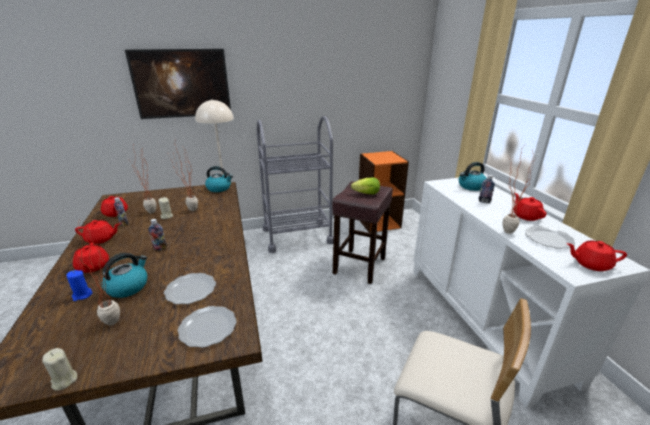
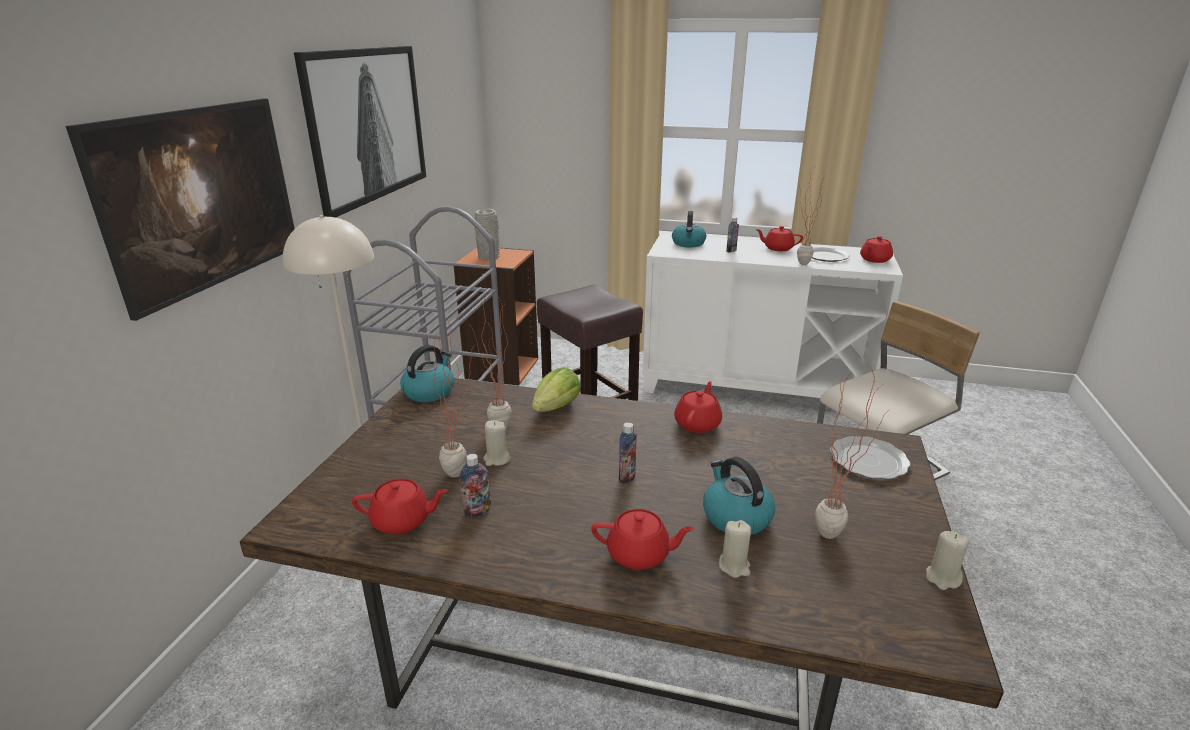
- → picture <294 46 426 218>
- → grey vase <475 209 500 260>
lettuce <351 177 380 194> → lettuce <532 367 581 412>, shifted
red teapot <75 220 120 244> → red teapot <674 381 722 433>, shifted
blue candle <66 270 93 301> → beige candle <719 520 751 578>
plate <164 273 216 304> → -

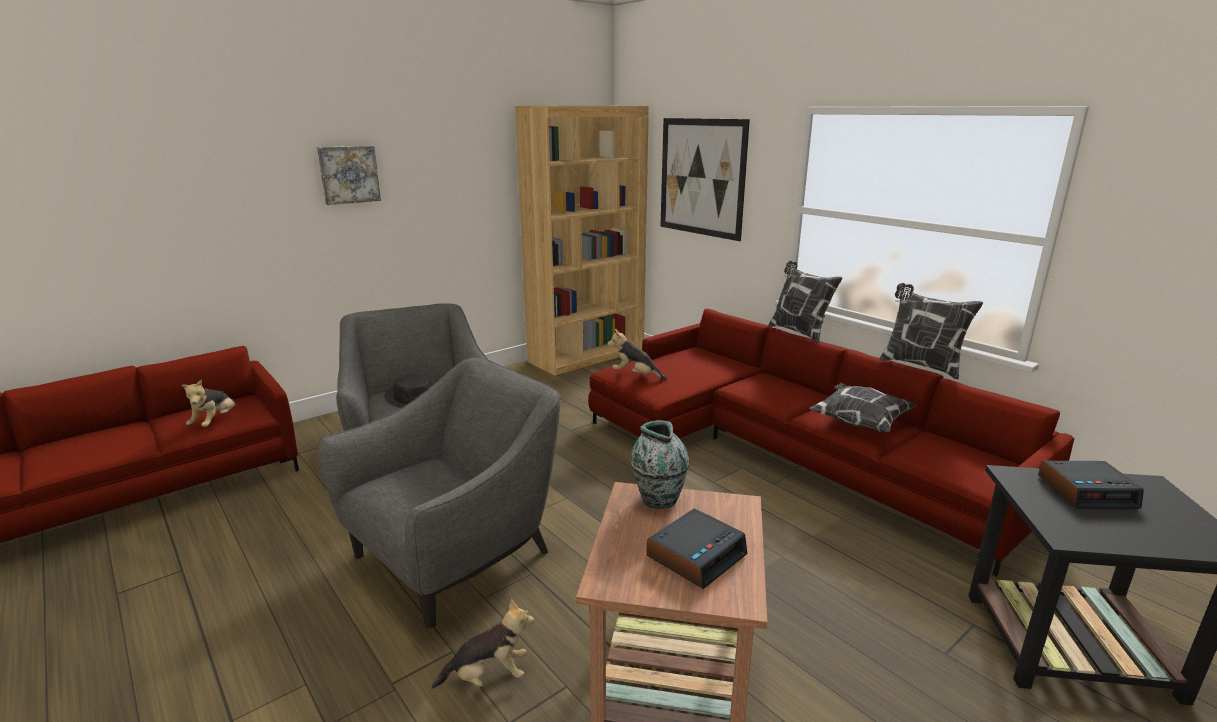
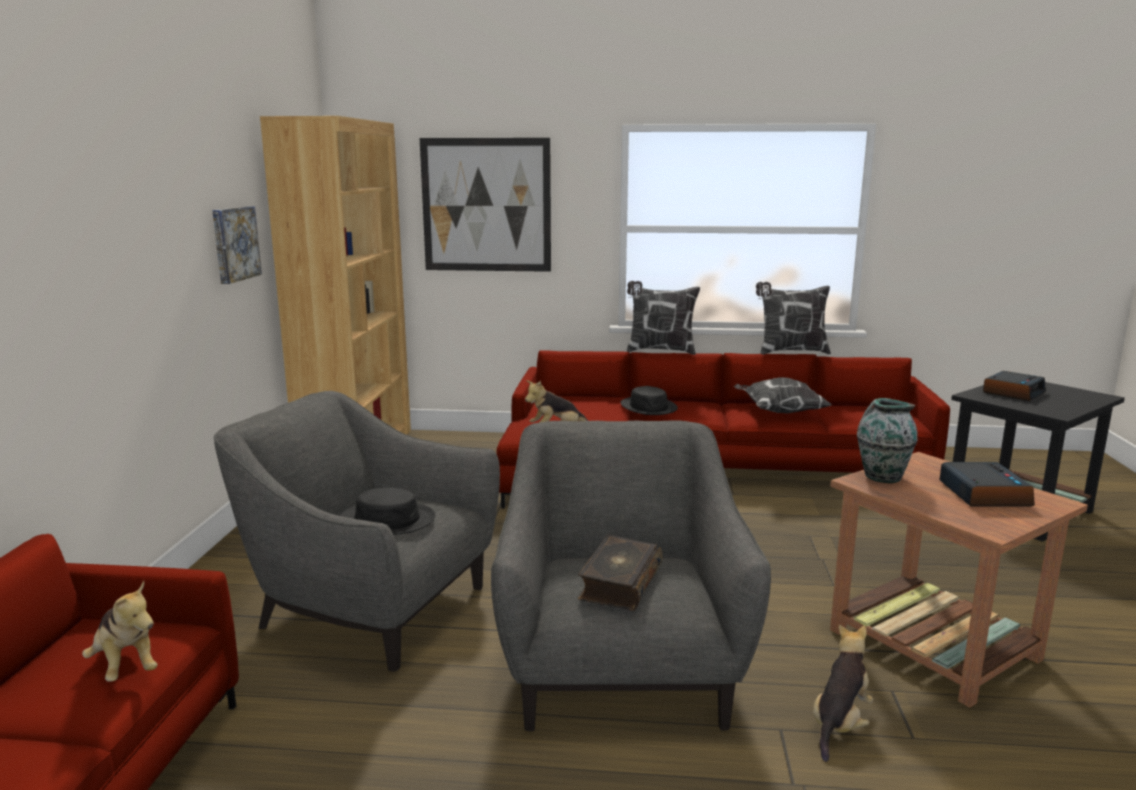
picture <317 146 381 205> → picture <212 206 262 284>, shifted
- → book <578 535 663 610>
- → black hat <620 386 678 415>

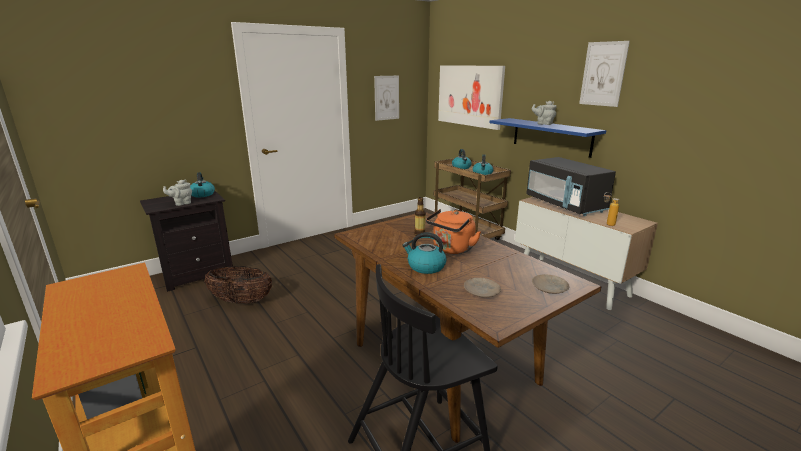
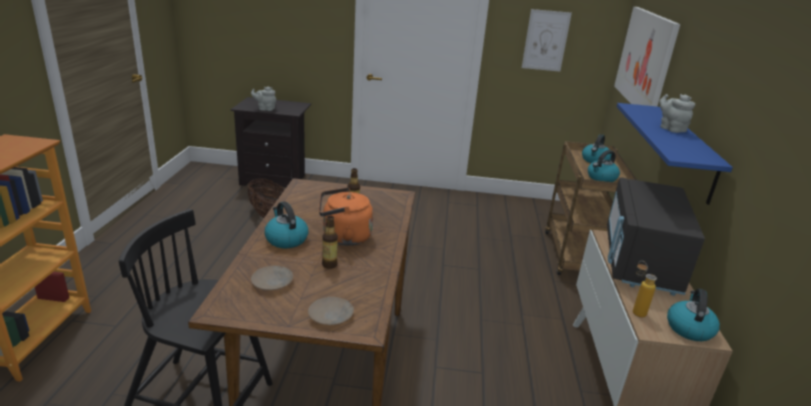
- → bottle <322 216 338 269>
kettle <190 172 215 198> → kettle <667 288 720 341>, shifted
picture <579 41 630 107> → -

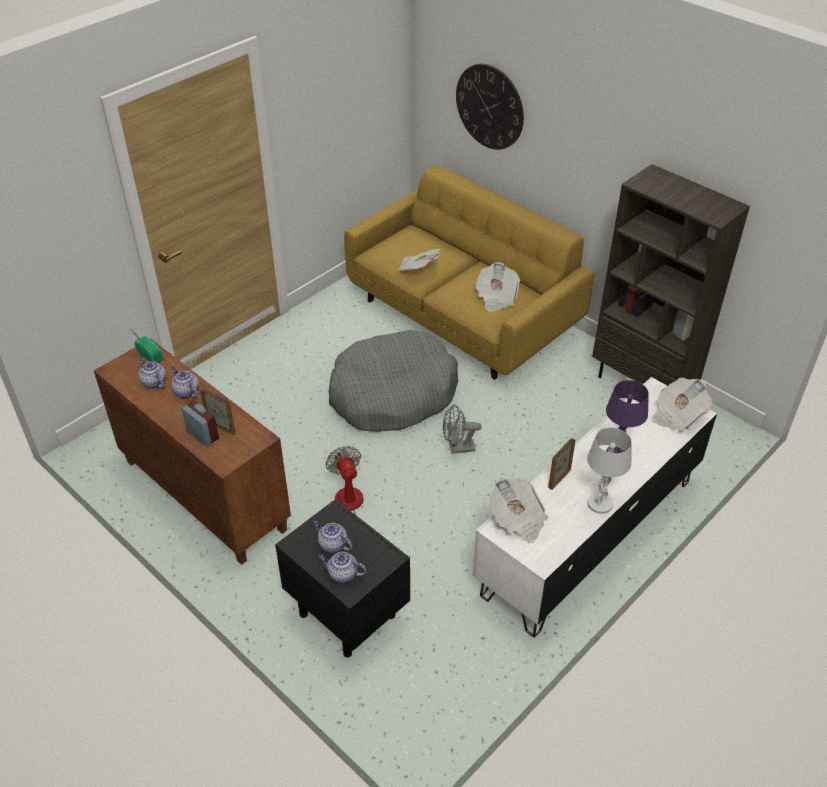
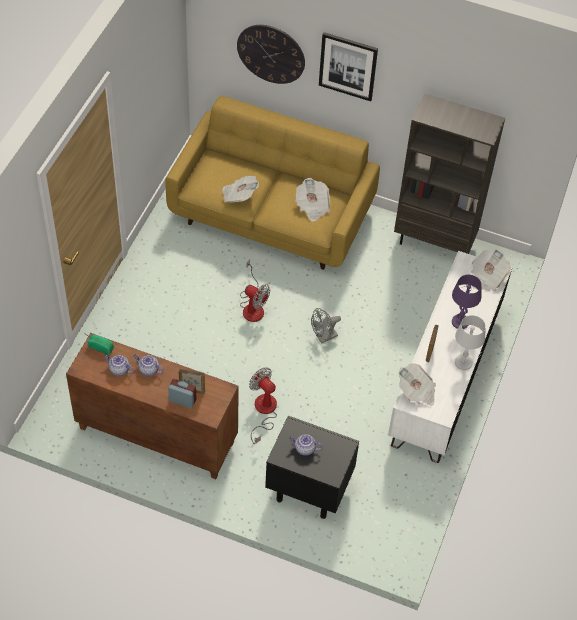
grey dog bed <329 330 458 432> → fan <240 259 270 322>
- → picture <319 32 378 101>
teapot <318 552 366 583> → -

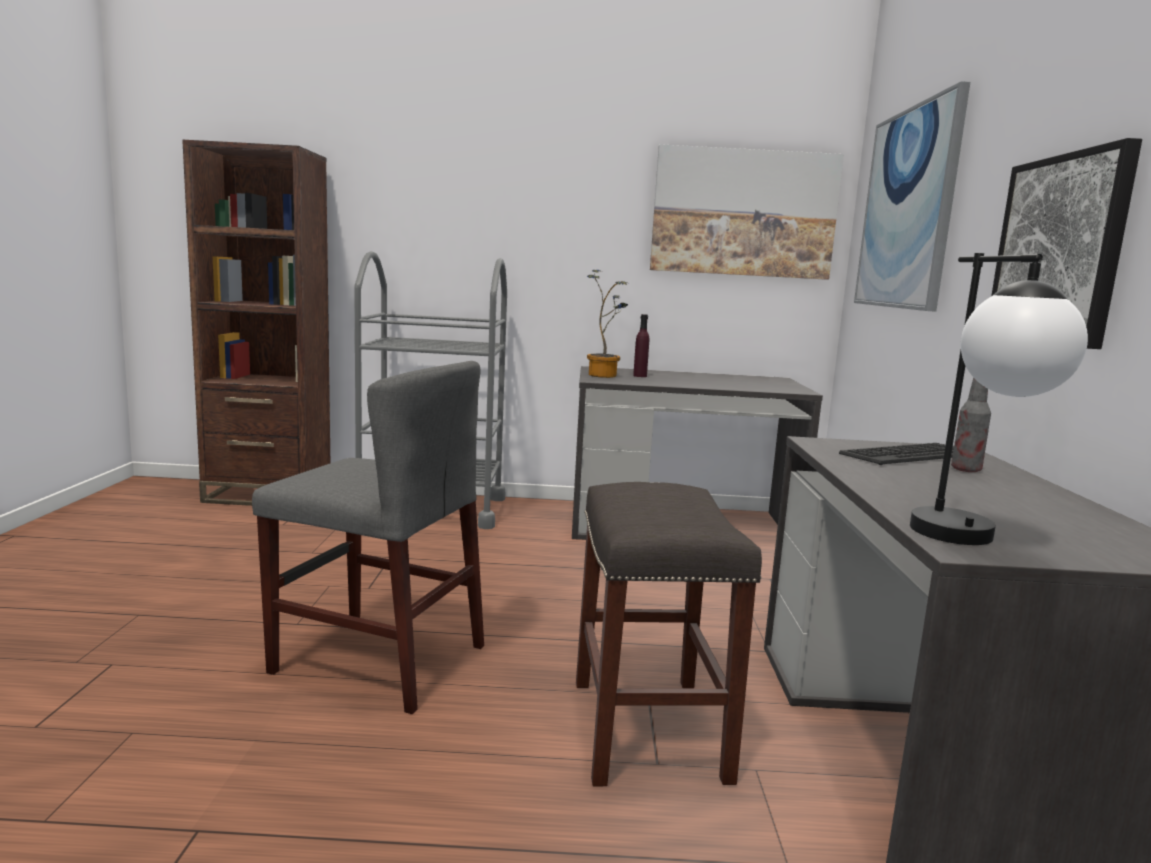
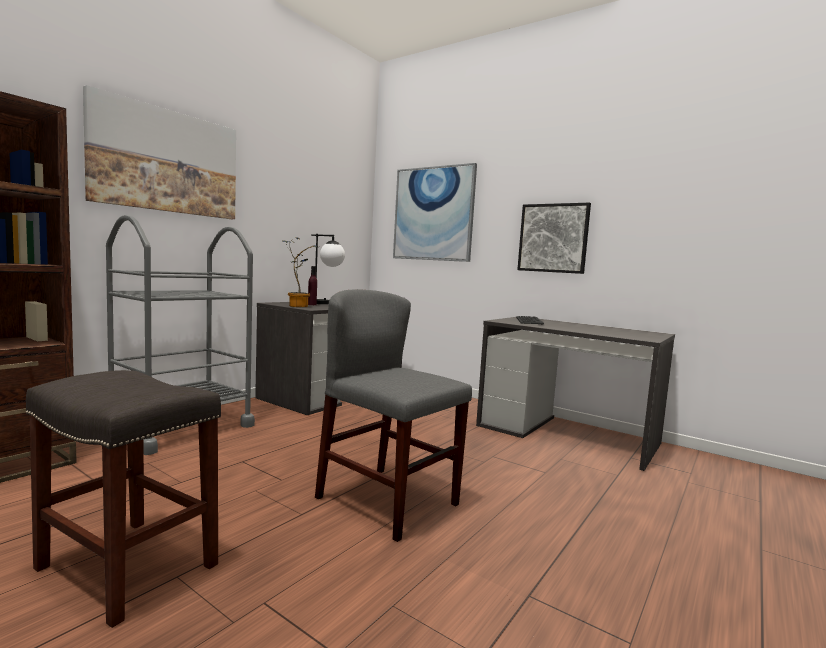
grey stool <576 482 762 786> → grey stool <26 370 221 628>, shifted
picture <650 144 844 280> → picture <83 85 236 219>, shifted
table lamp <910 253 1088 545> → table lamp <311 234 345 304>, shifted
grey chair <252 361 484 714> → grey chair <315 290 472 542>, 105 degrees counterclockwise
bottle <951 377 991 472> → -

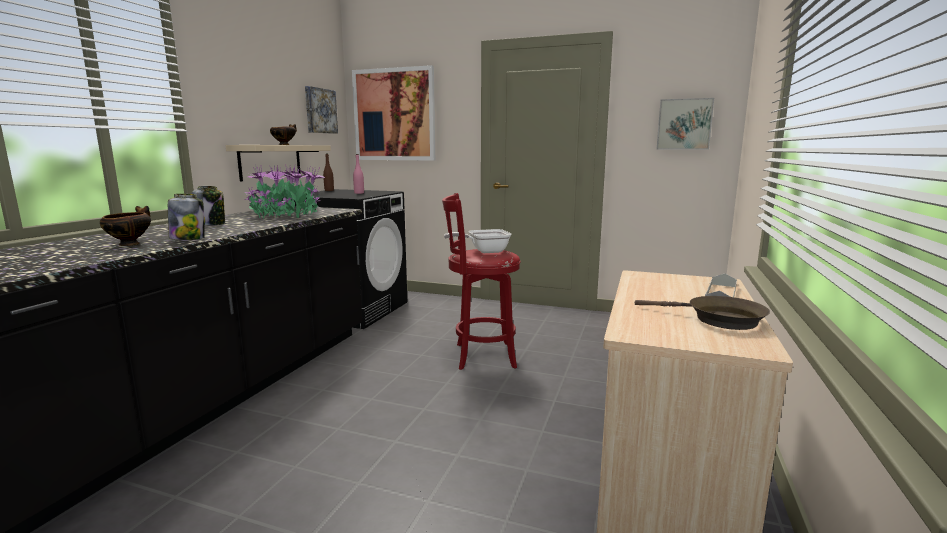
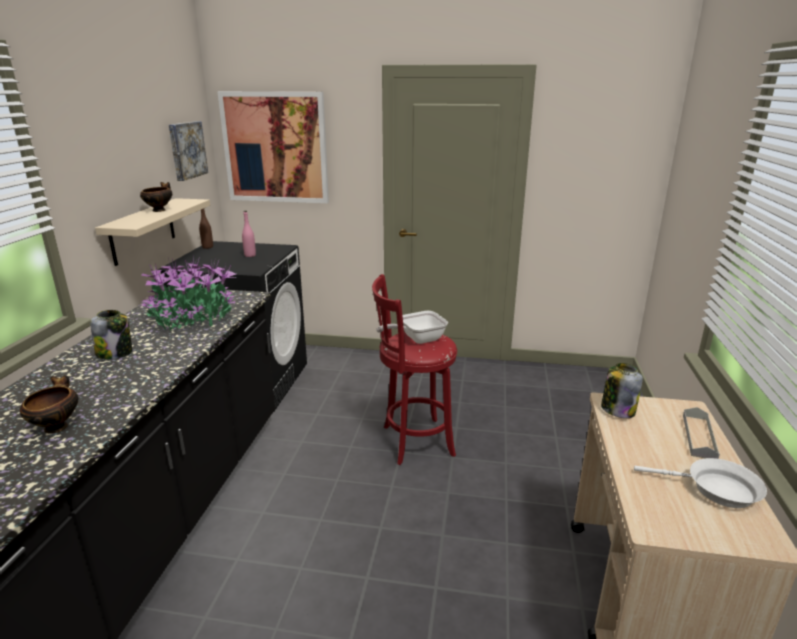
jar <168 194 205 240> → jar <601 363 643 418>, shifted
brown frying pan <635 296 770 330> → white frying pan <634 458 767 508>
picture <657 98 714 150> → -

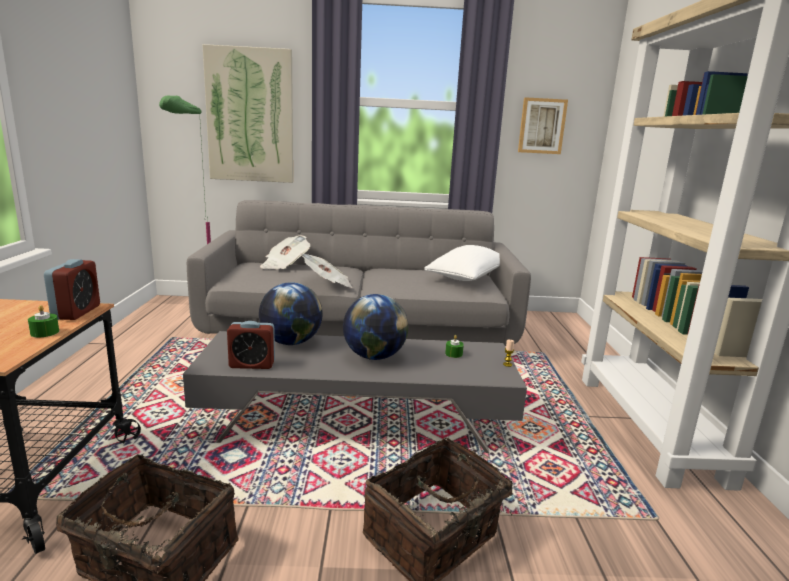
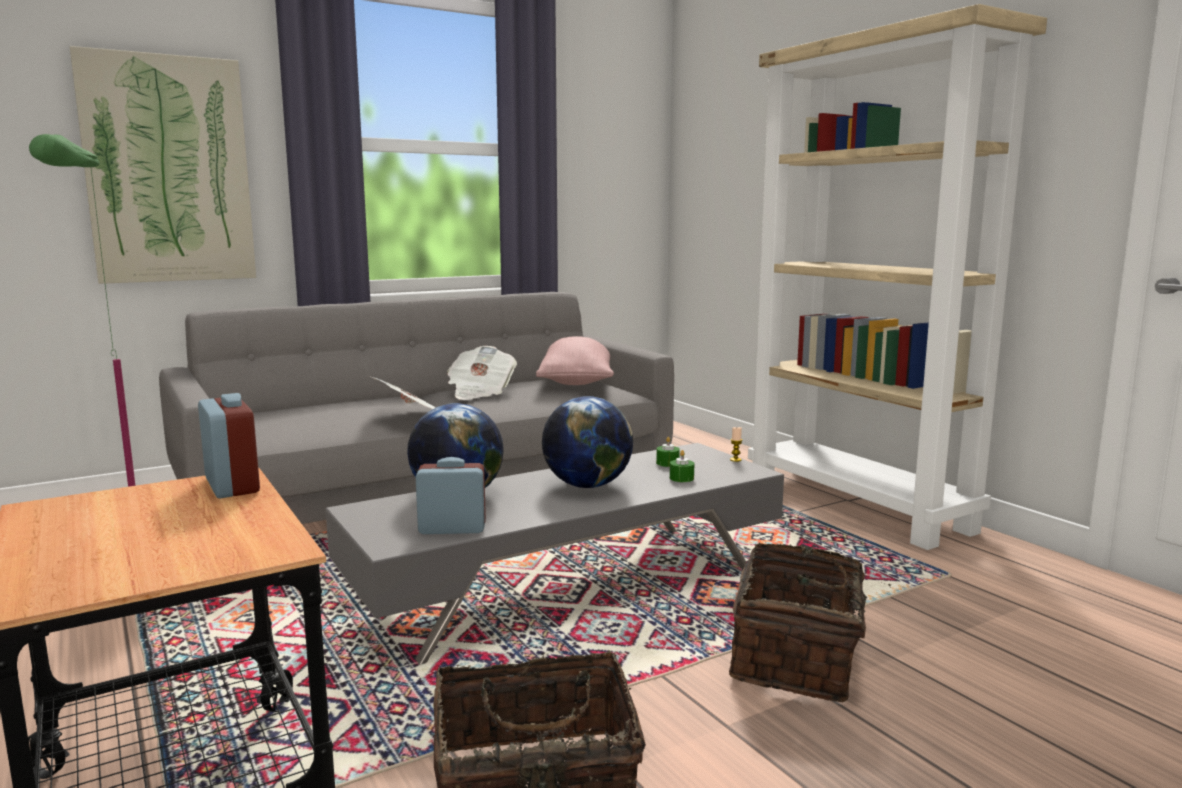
alarm clock <227 321 275 369> → alarm clock <415 457 486 534>, 150 degrees counterclockwise
newspaper <260 235 310 270> → newspaper <447 346 517 400>, shifted
white pillow <424 245 500 281> → pink pillow <536 336 614 385>
green candle <28 305 59 338> → green candle <670 450 694 482>, shifted
picture <518 97 568 154> → -

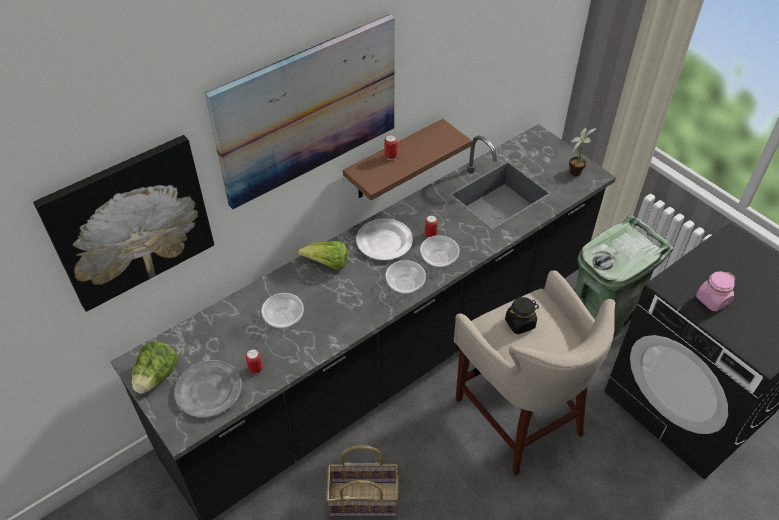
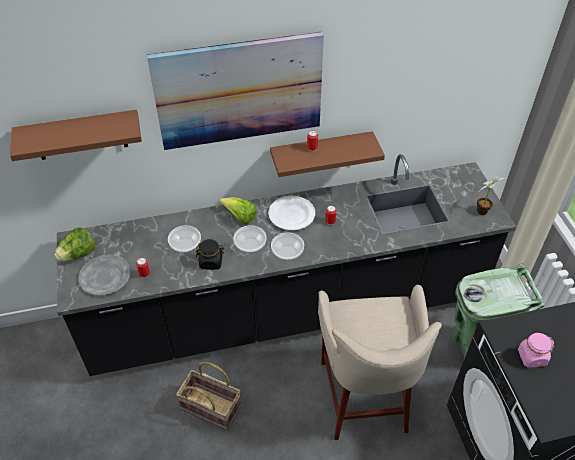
picture <33 135 214 312> → brown shelf <10 110 142 161>
black jar <505 297 539 334> → black jar <196 239 224 270>, shifted
bowl <420 235 460 268> → bowl <233 225 267 253>, shifted

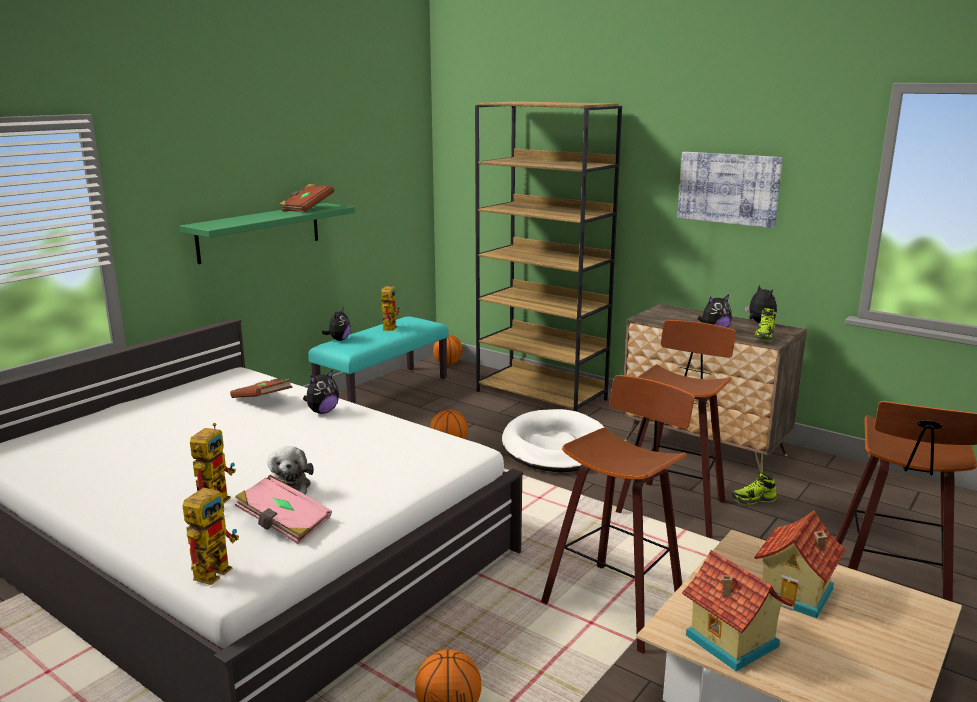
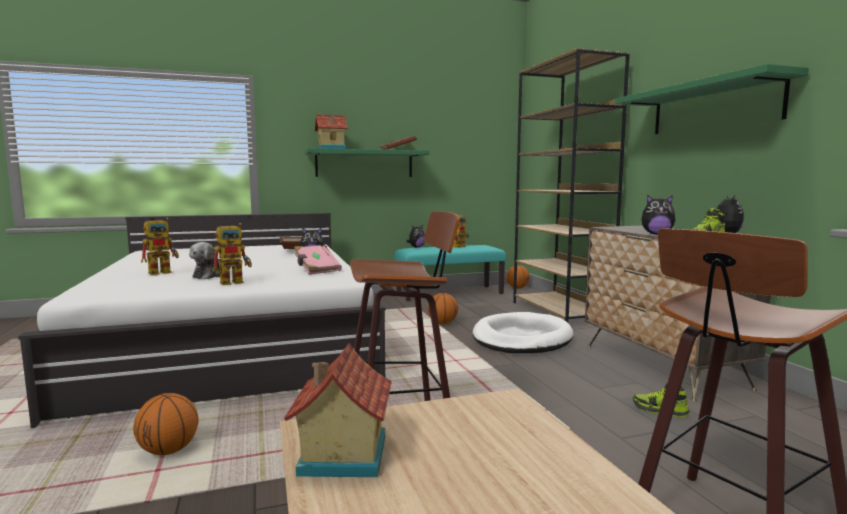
toy robot <182 482 239 585> → toy robot <212 223 252 285>, shifted
pink book <235 475 332 544> → pink book <294 245 342 275>, shifted
toy house <754 510 846 618> → toy house <315 114 348 149>, shifted
picture <677 152 783 228> → green shelf <615 64 809 134>
stool <616 320 736 538> → -

